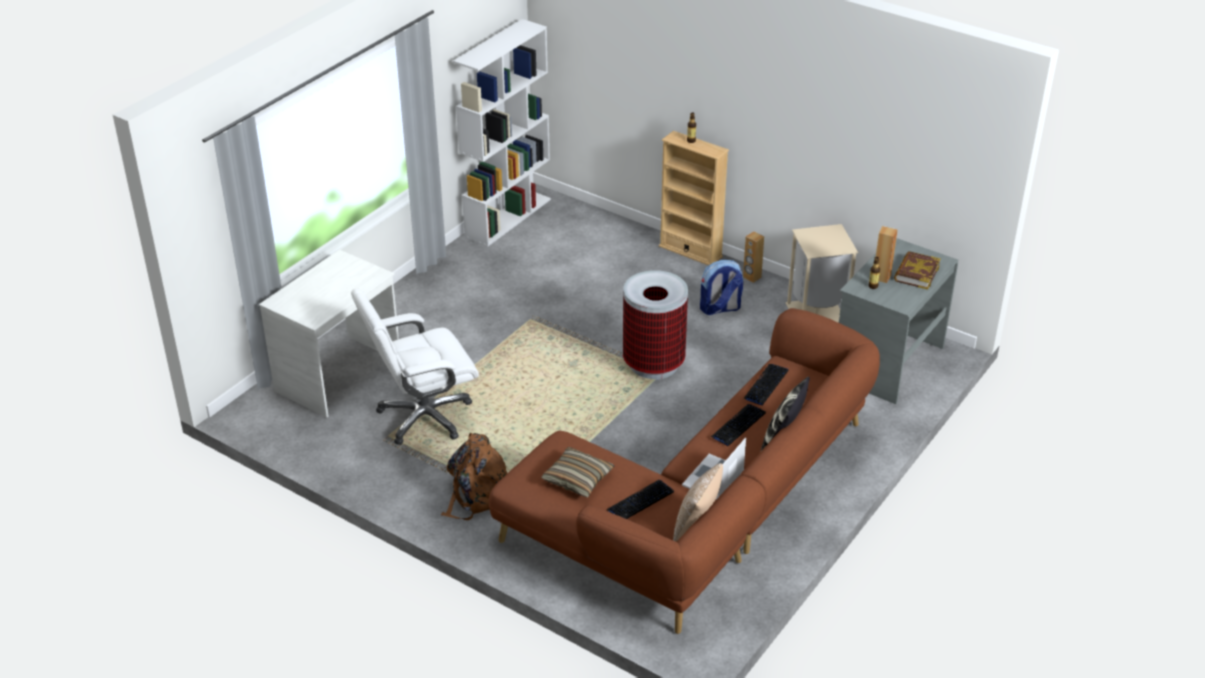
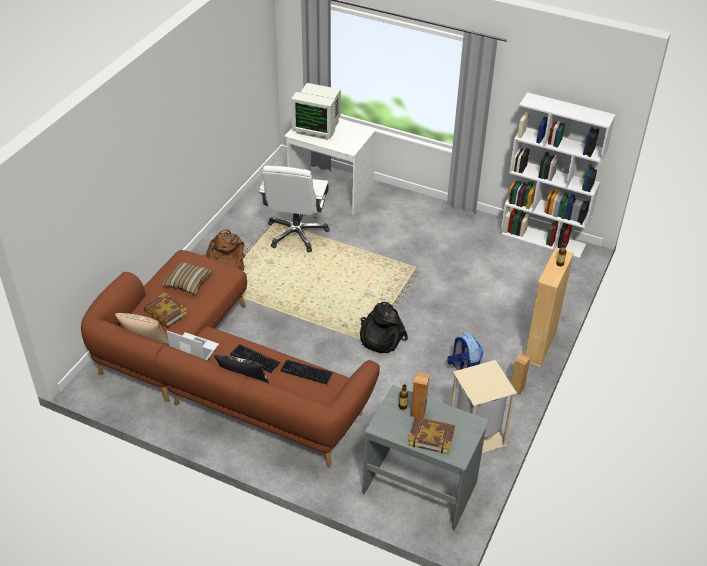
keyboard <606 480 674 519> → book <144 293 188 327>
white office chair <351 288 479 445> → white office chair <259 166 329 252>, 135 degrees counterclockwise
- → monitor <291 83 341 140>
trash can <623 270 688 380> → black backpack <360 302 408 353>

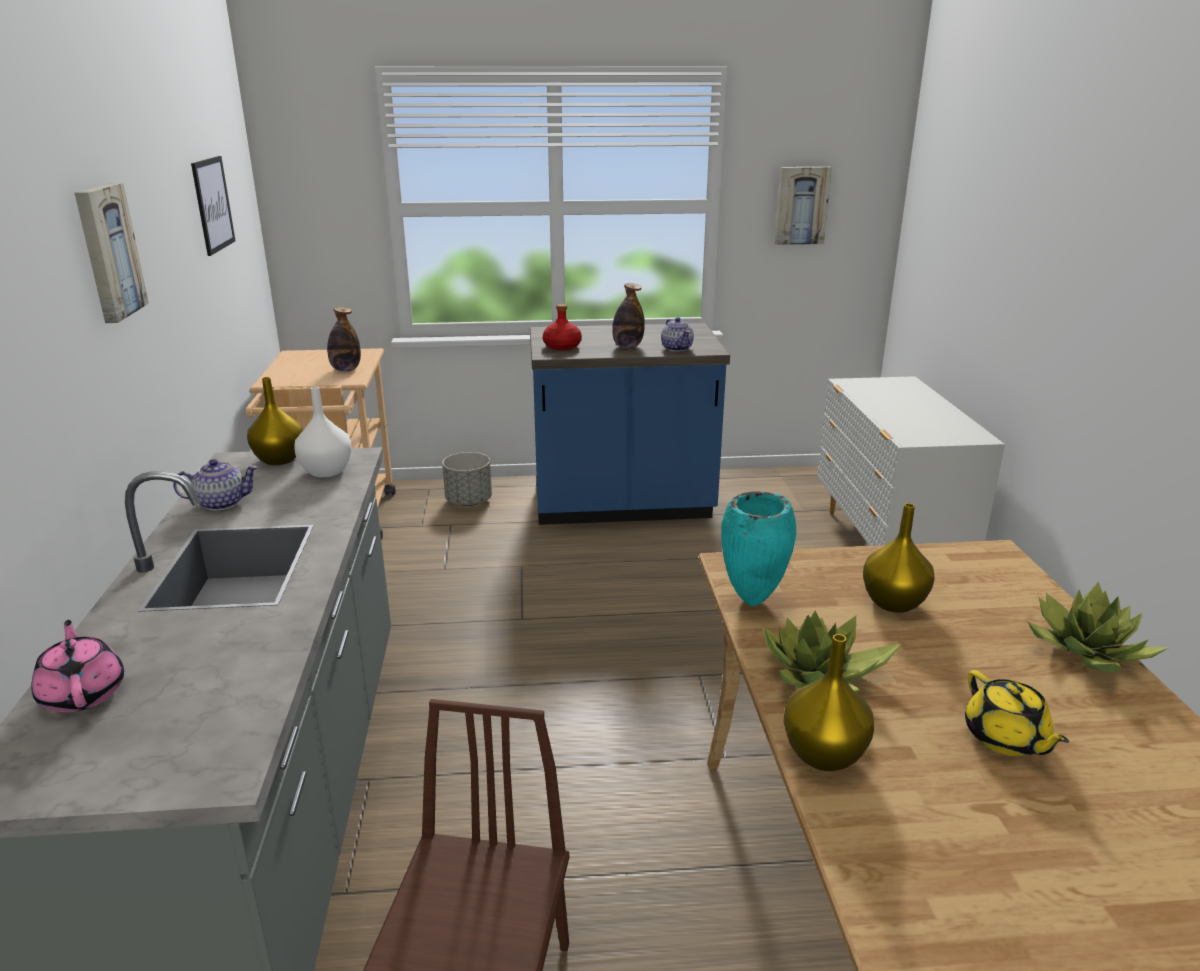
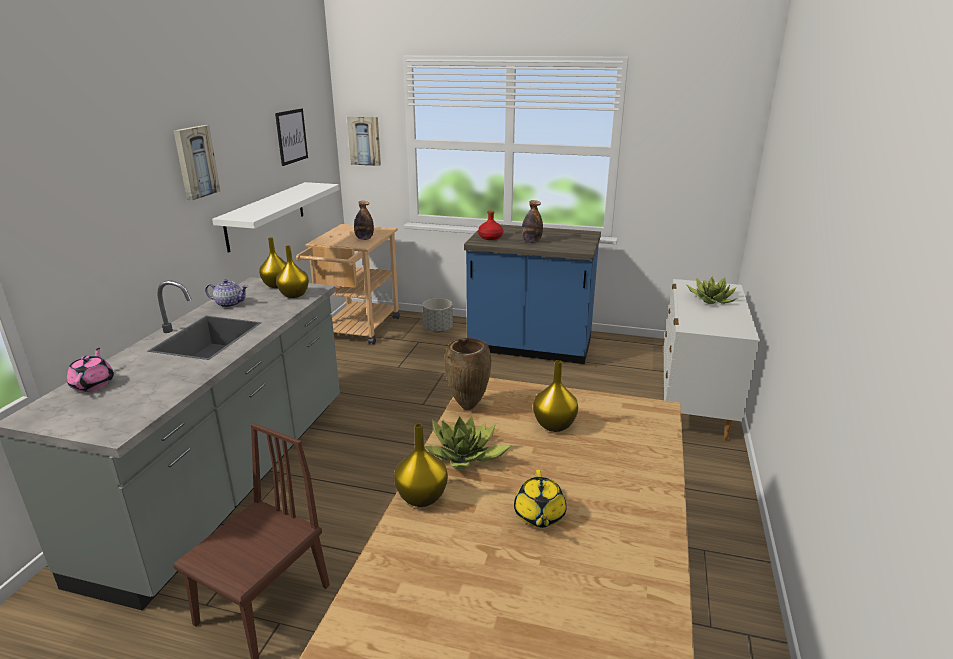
- → white shelf <212 182 340 252>
white vase <294 387 352 477> → yellow vase <276 246 309 298>
picture <774 167 832 245> → picture <347 116 381 166>, shifted
turquoise vase <721 491 796 606> → brown vase <445 338 491 410>
potted plant <1027 582 1170 672> → potted plant <686 277 737 304>, shifted
teapot <661 317 694 352> → -

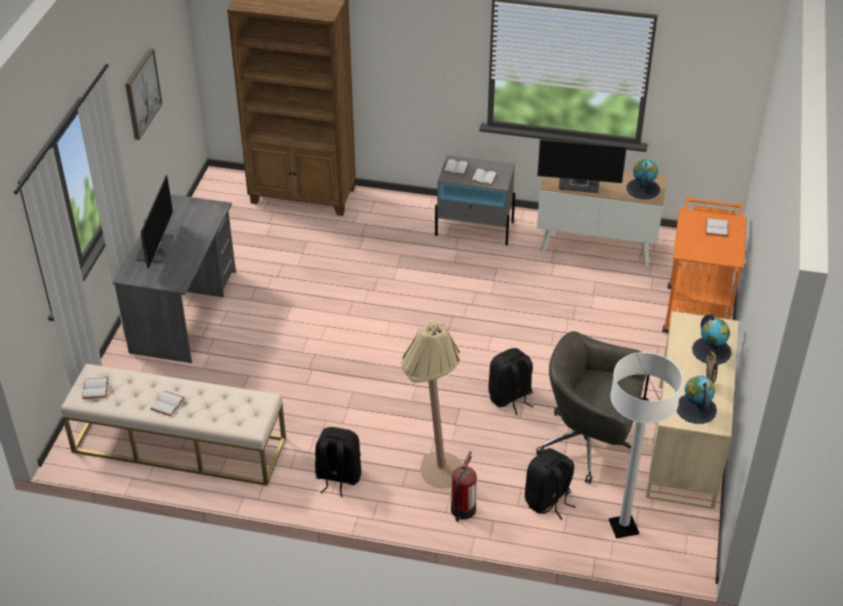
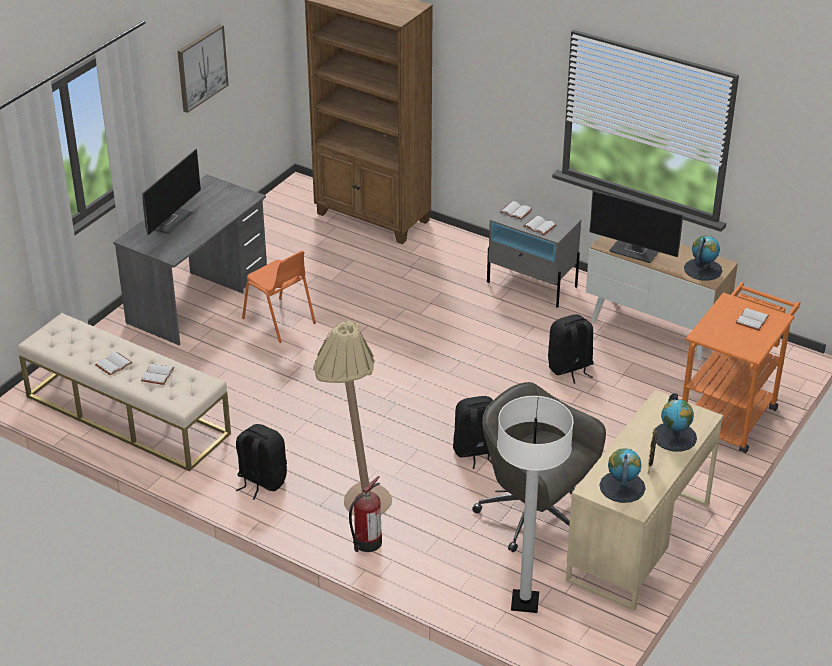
white book <82 378 108 399> → white book <141 363 175 385>, shifted
- → orange chair <242 251 316 343>
black backpack <525 448 576 520> → black backpack <548 314 594 383>, shifted

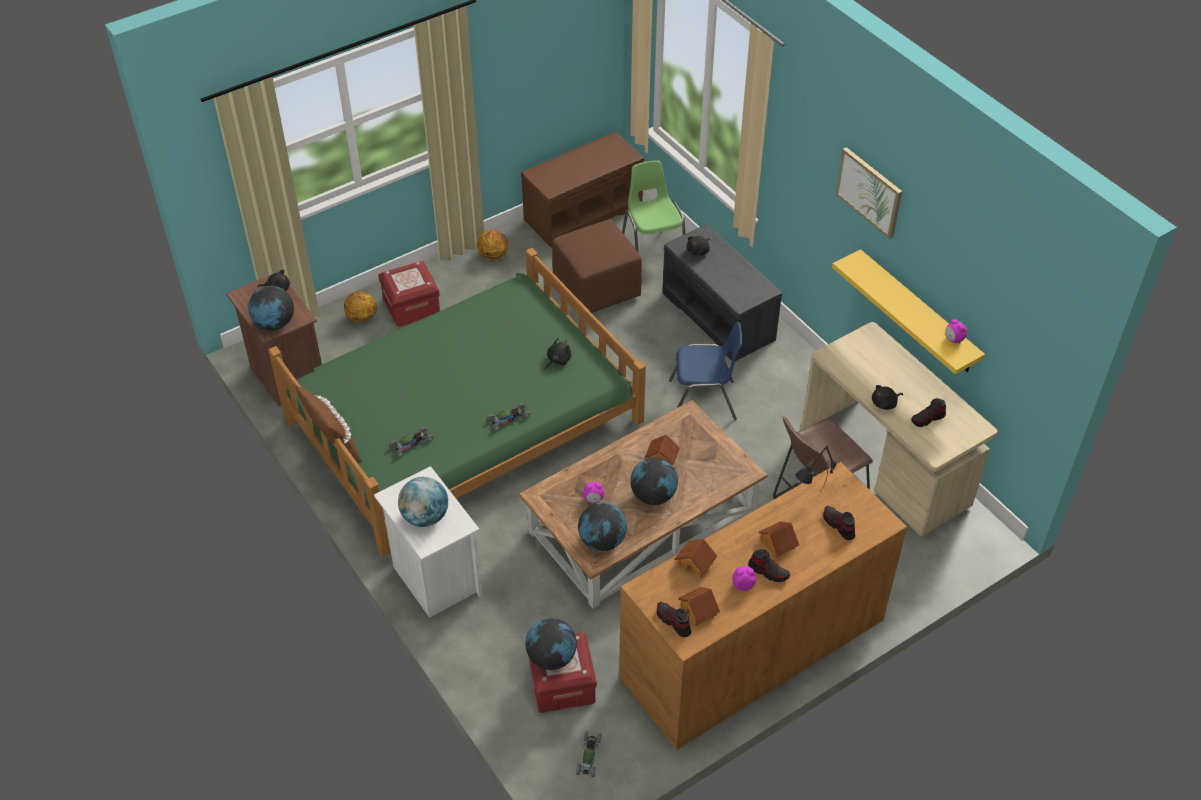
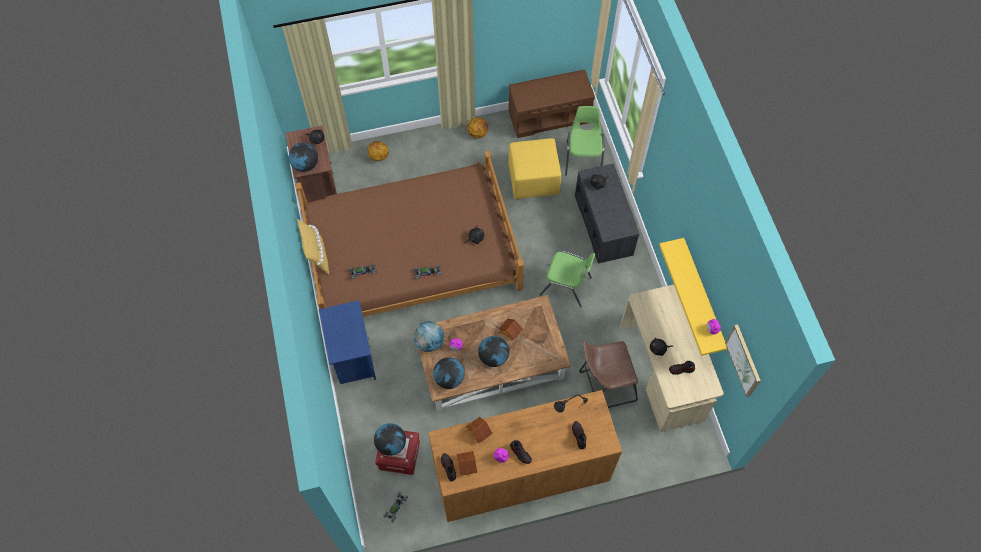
green bed <268 248 646 557> → brown bed <295 151 524 317>
brown pillow <294 384 361 462> → yellow pillow <297 219 329 275>
white nightstand <374 466 482 618> → blue nightstand <319 300 376 384>
globe <398 477 448 527> → globe <413 321 444 352>, shifted
brown ottoman <552 219 642 313> → yellow ottoman <508 138 561 199>
blue chair <669 322 742 420> → green chair <539 251 595 308>
picture <836 147 902 239> → picture <725 324 761 397>, shifted
red storage box <378 261 440 327> → -
toy house <759 522 799 558> → -

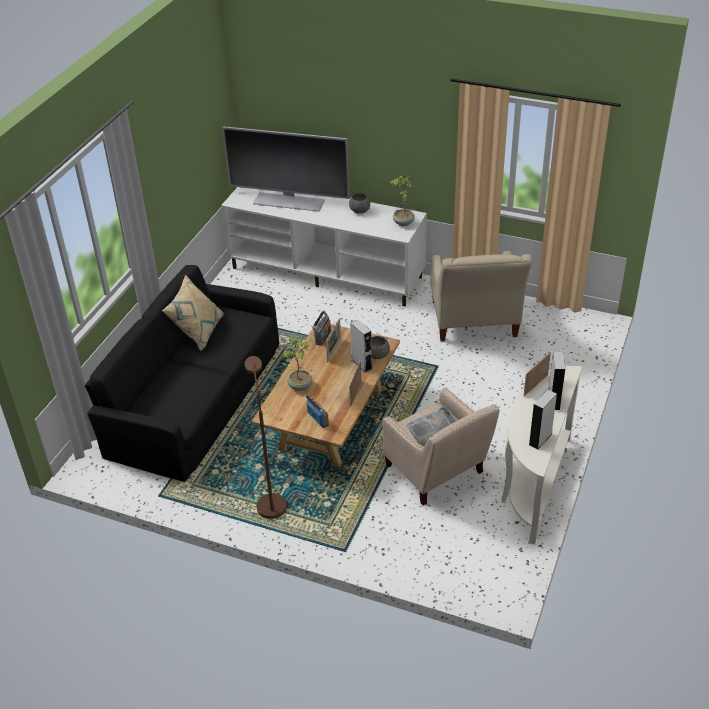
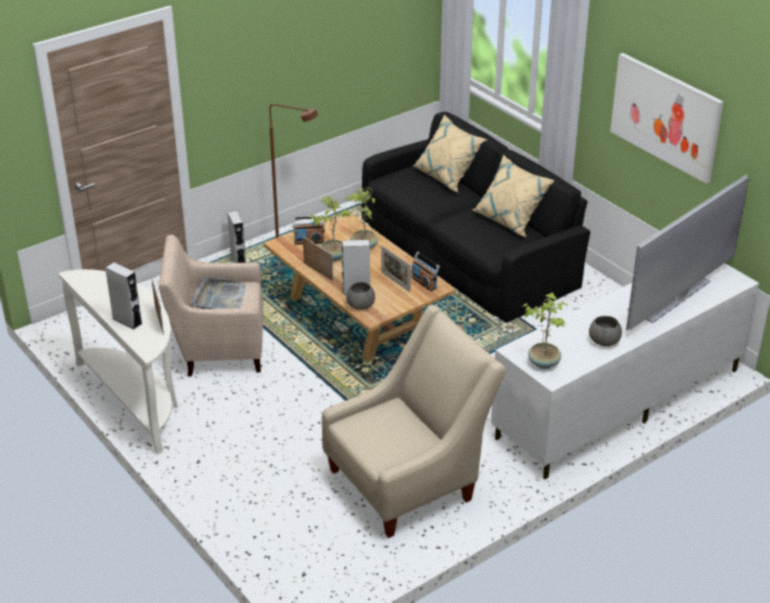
grey speaker <529 390 557 450> → grey speaker <227 211 246 263>, shifted
- → potted plant <310 196 350 261>
beige armchair <430 251 532 341> → beige armchair <322 305 507 538>, 120 degrees clockwise
- → beige pillow <413 115 487 192>
- → picture <610 53 724 184>

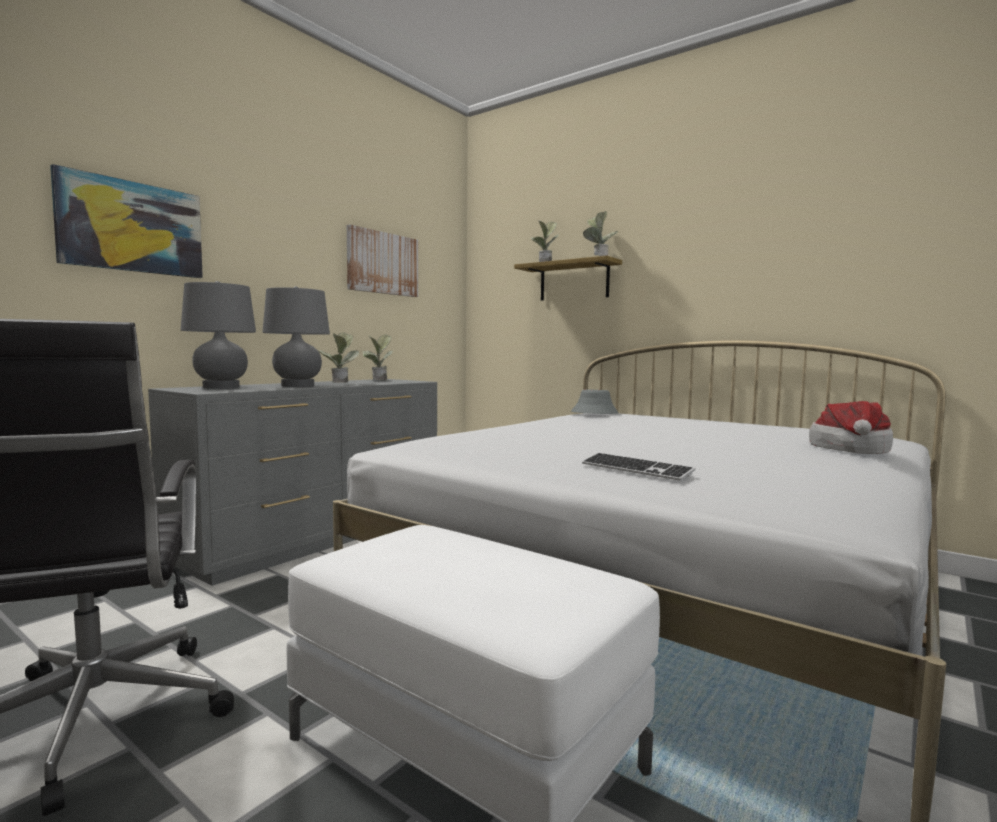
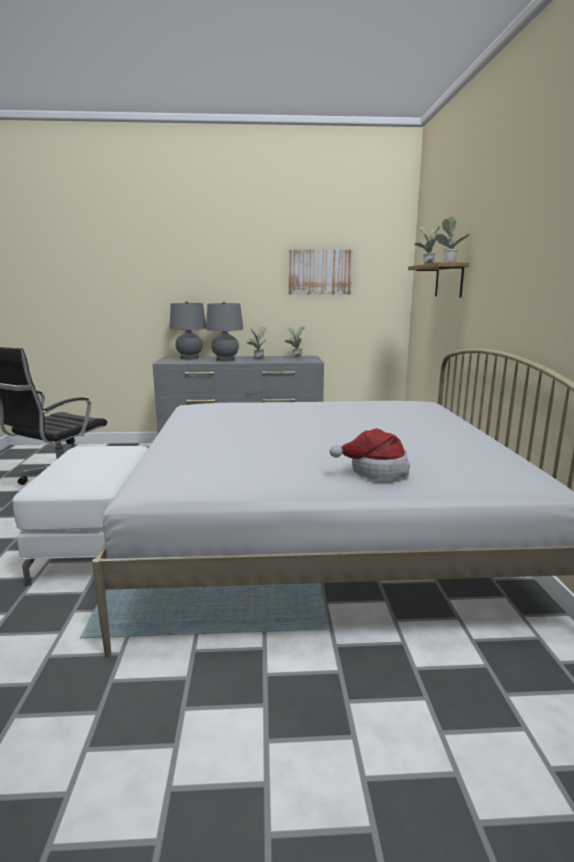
picture <50 164 203 278> → -
grey hat <571 389 618 414> → -
keyboard <582 453 695 481> → -

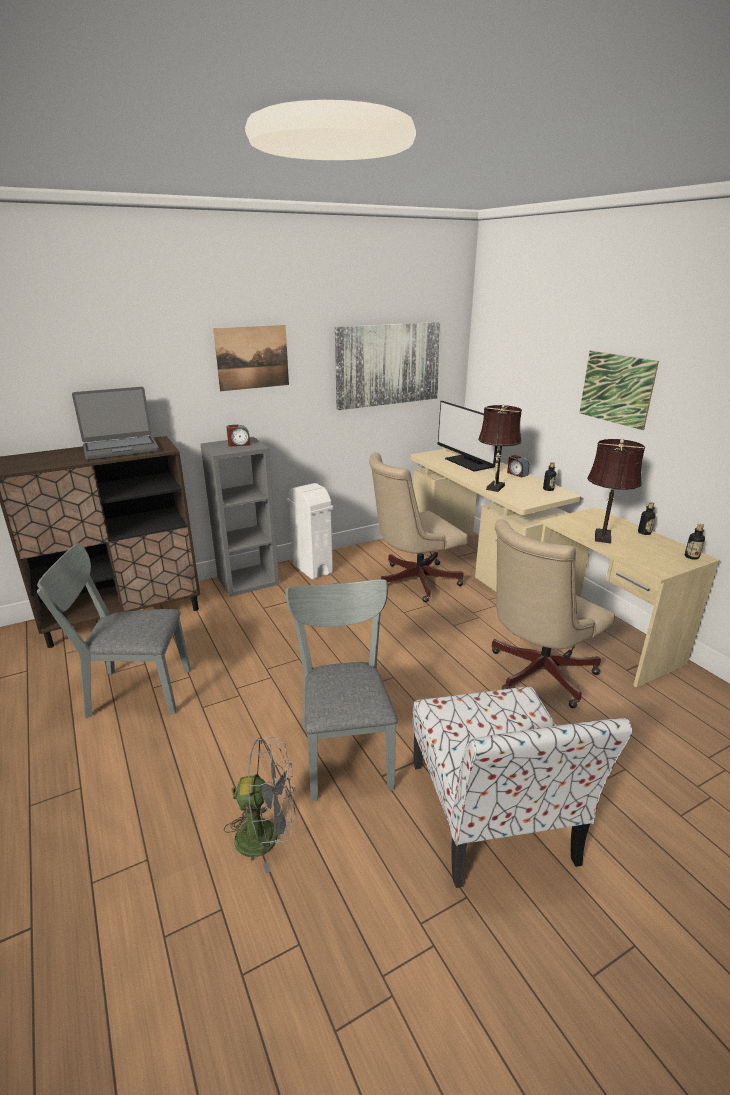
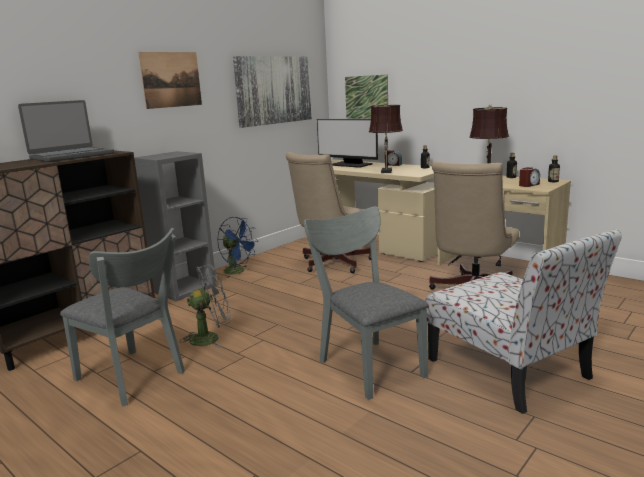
grey chair <37 543 191 719> → grey chair <60 228 185 407>, 120 degrees counterclockwise
grey fan <224 737 295 873> → grey fan <181 264 231 348>, shifted
white trash can <287 483 333 579> → blue fan <217 217 258 278>
picture <579 350 659 430> → picture <345 74 388 119>, shifted
alarm clock <227 425 250 446> → alarm clock <519 167 540 187>, shifted

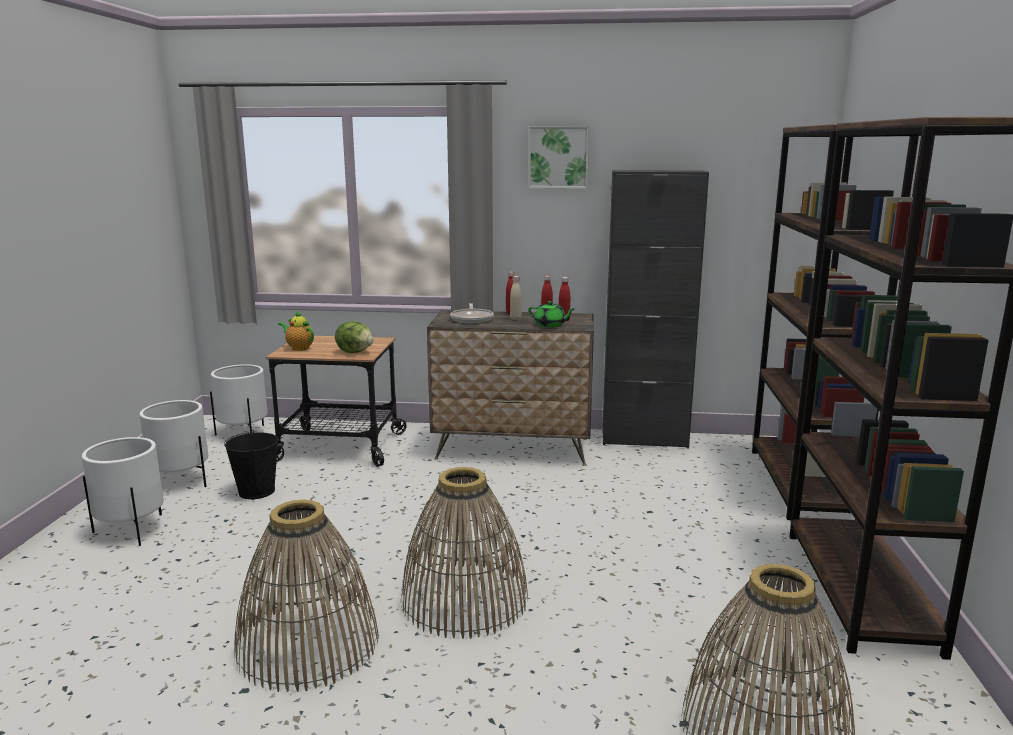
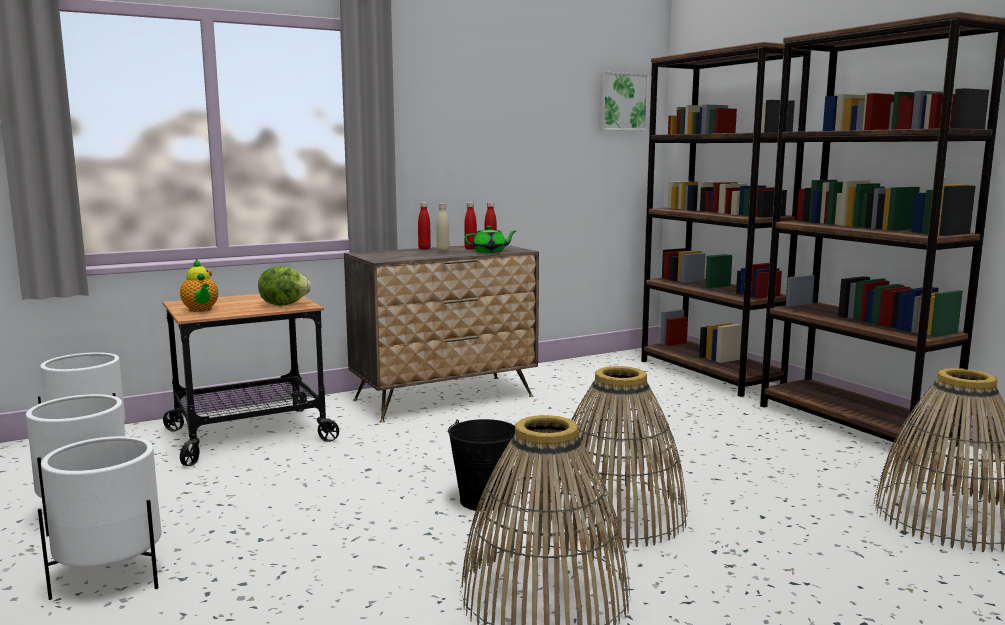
teapot <278 310 314 351> → teapot <180 259 218 312>, 120 degrees counterclockwise
black bucket <224 430 278 499> → black bucket <448 419 515 511>, shifted
picture <528 126 589 189> → picture <599 72 649 131>, shifted
frying pan <450 303 494 323> → -
black cabinet <602 170 709 448> → -

